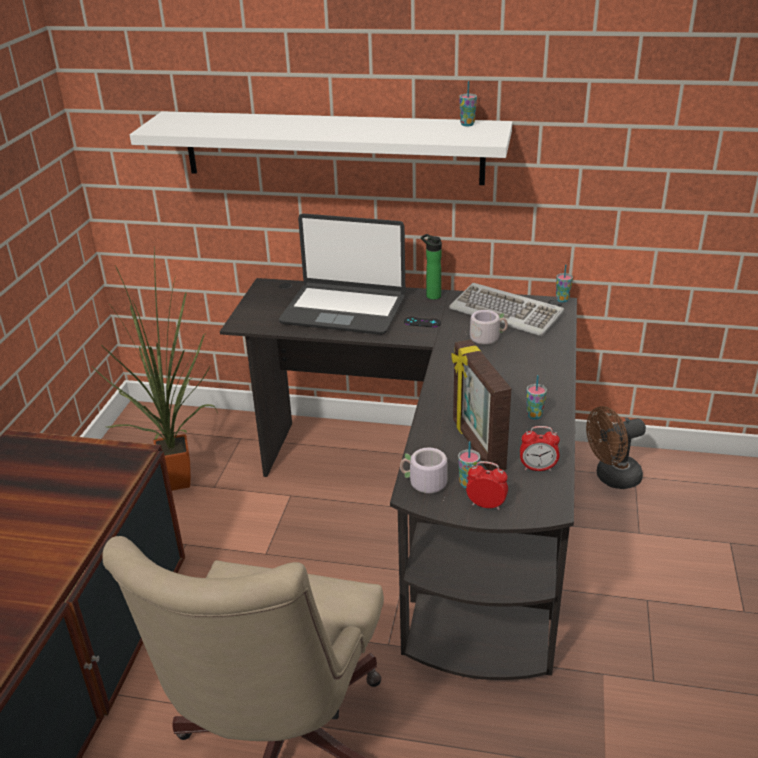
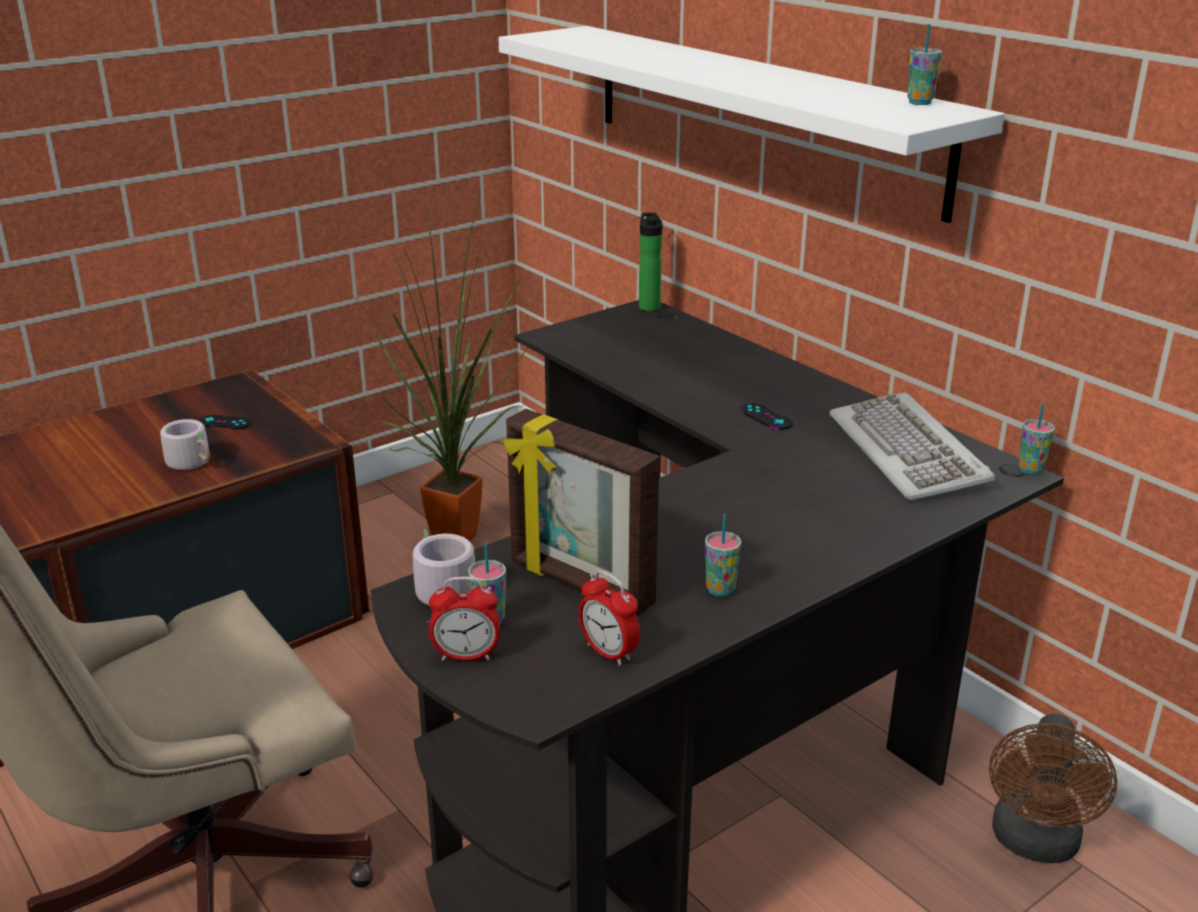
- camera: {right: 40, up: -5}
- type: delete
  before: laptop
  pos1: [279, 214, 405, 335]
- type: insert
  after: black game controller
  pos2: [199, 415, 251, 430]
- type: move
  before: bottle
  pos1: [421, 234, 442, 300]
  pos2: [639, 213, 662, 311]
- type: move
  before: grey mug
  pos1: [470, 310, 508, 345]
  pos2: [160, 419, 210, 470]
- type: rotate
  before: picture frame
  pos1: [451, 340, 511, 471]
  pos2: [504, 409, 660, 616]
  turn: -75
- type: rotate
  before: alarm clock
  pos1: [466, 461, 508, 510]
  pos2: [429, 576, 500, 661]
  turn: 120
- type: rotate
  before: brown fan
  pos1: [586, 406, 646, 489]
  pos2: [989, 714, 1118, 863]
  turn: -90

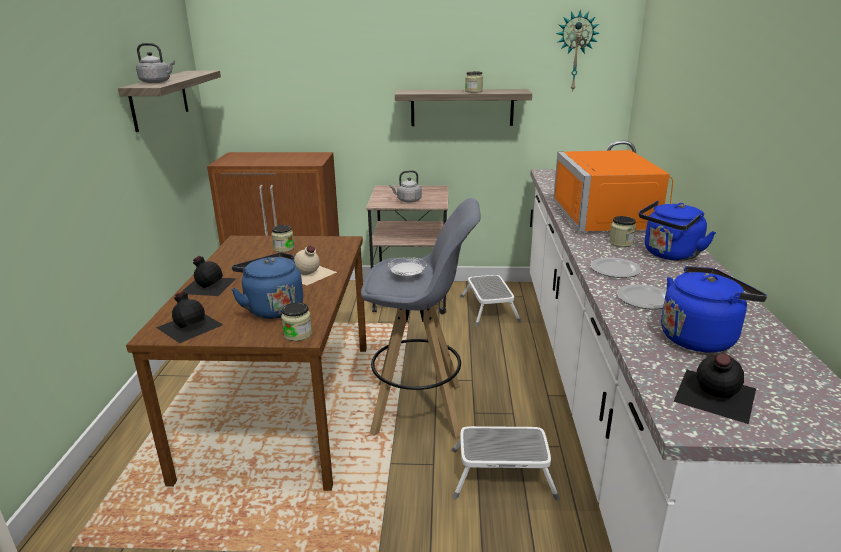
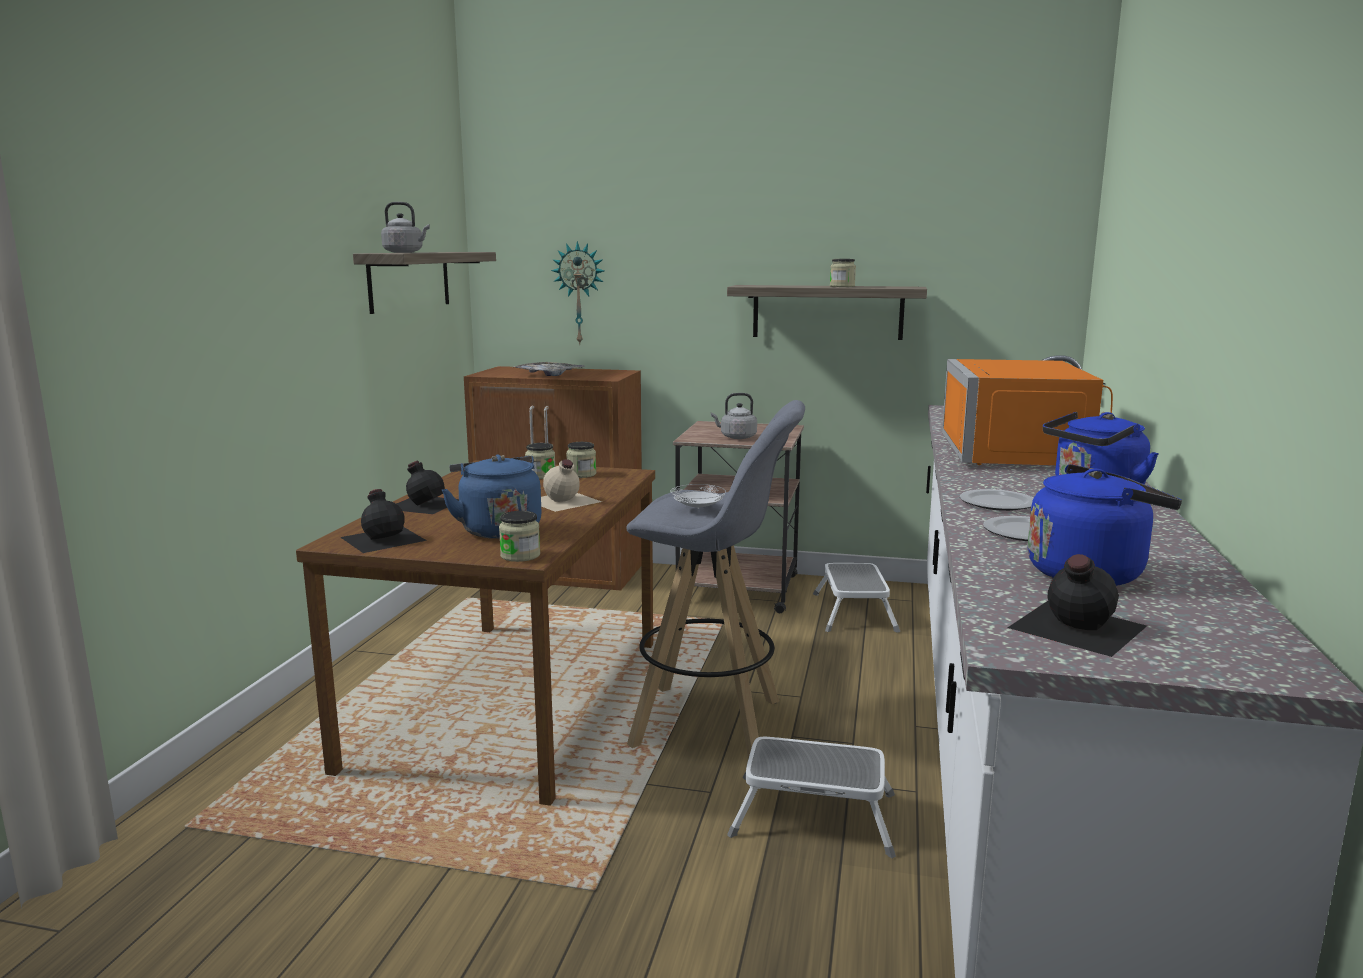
- camera: {right: 10, up: -10}
- type: insert
  after: tray
  pos2: [512, 362, 585, 376]
- type: move
  before: wall clock
  pos1: [556, 9, 599, 92]
  pos2: [551, 241, 604, 344]
- type: move
  before: jar
  pos1: [609, 216, 636, 247]
  pos2: [566, 442, 596, 478]

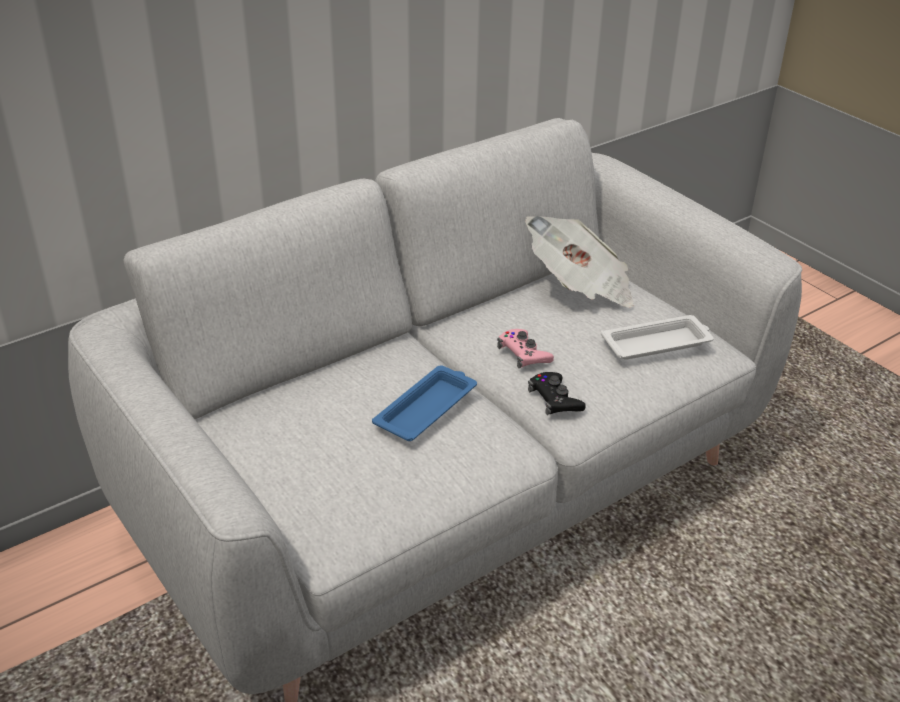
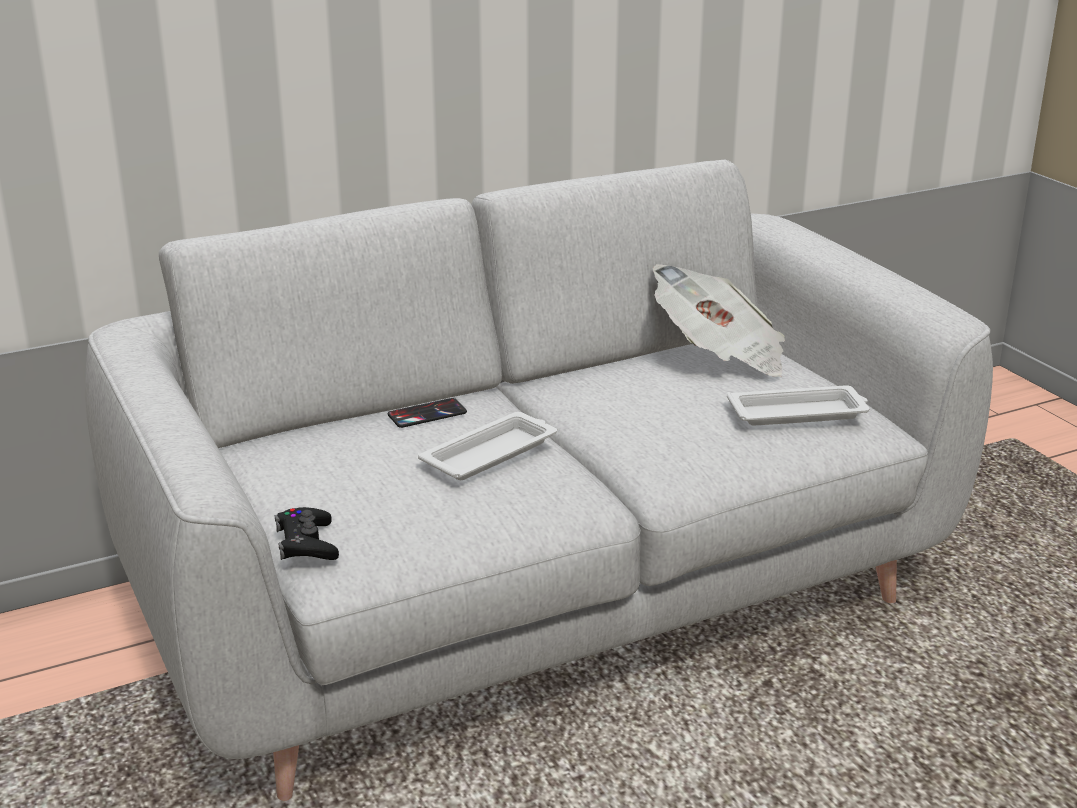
- camera: {right: 10, up: -10}
- type: delete
  before: pink game controller
  pos1: [497, 329, 554, 369]
- type: insert
  after: phone
  pos2: [388, 398, 467, 428]
- type: move
  before: black game controller
  pos1: [528, 372, 586, 415]
  pos2: [275, 507, 339, 560]
- type: recolor
  before: blue tray
  after: white tray
  pos1: [372, 365, 477, 441]
  pos2: [418, 412, 557, 480]

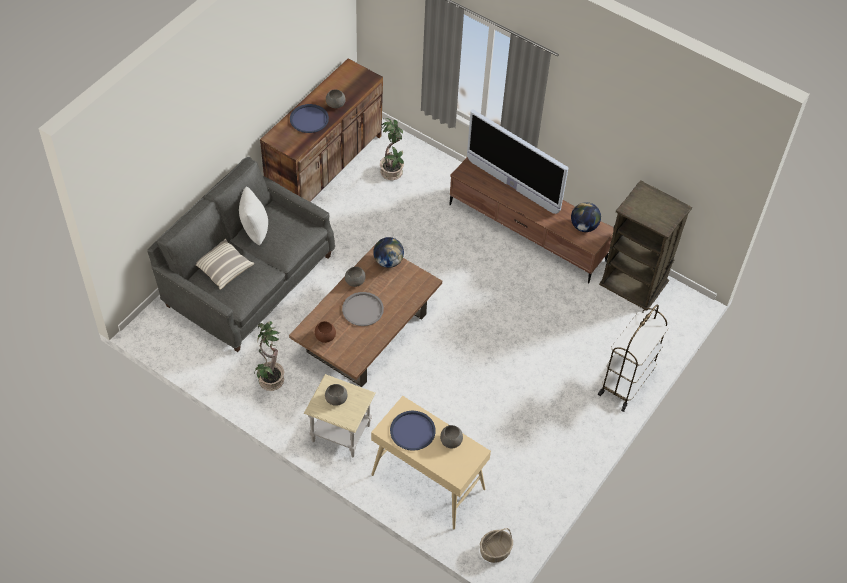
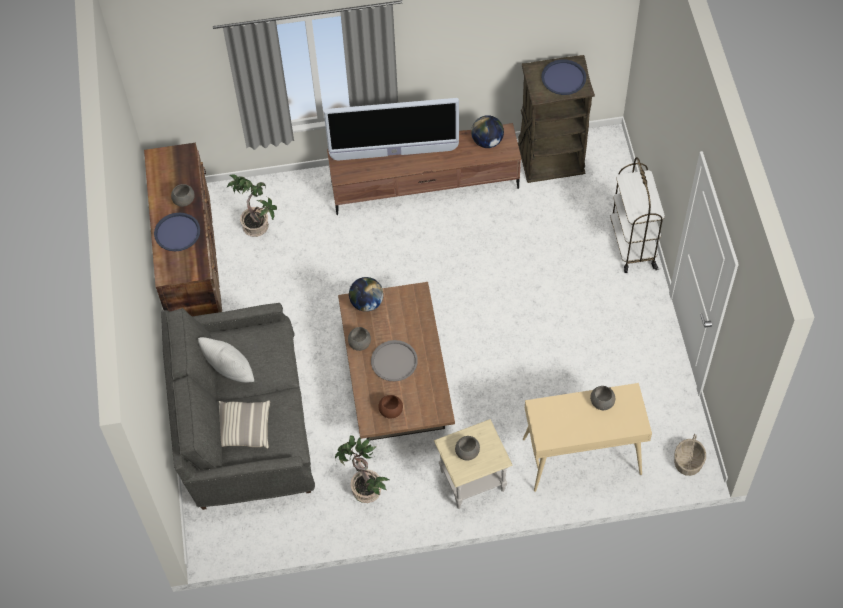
- camera: {right: -40, up: 5}
- type: move
  before: blue tray
  pos1: [390, 411, 436, 451]
  pos2: [541, 59, 586, 95]

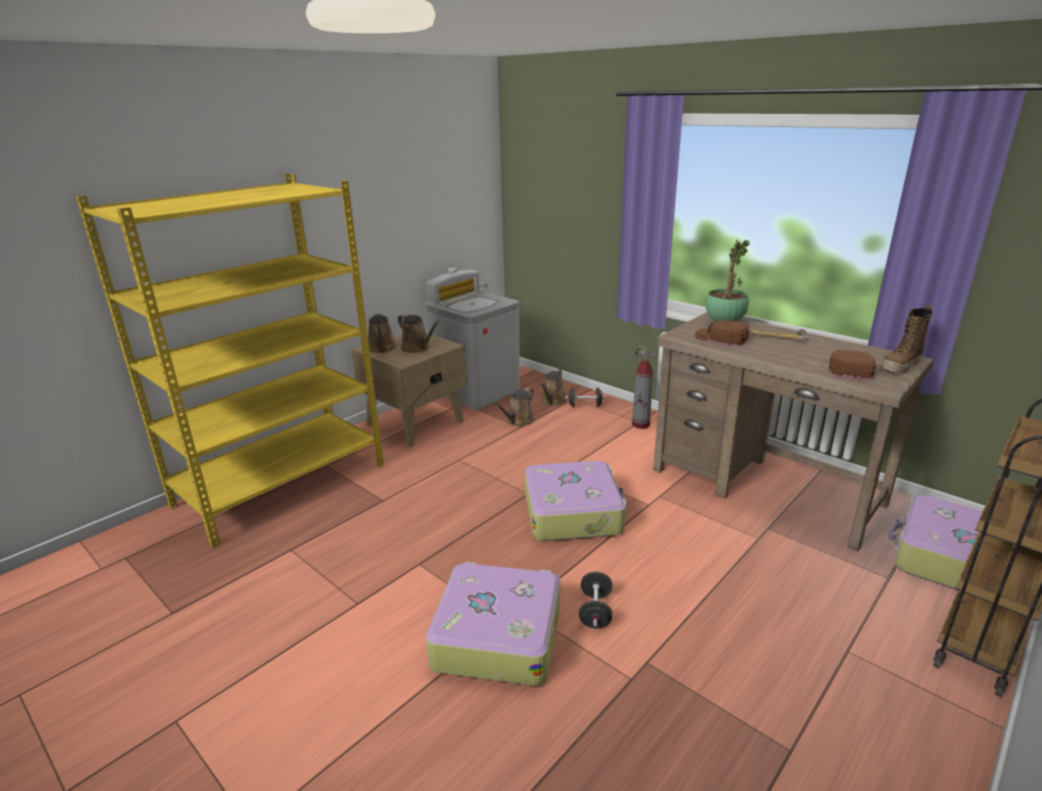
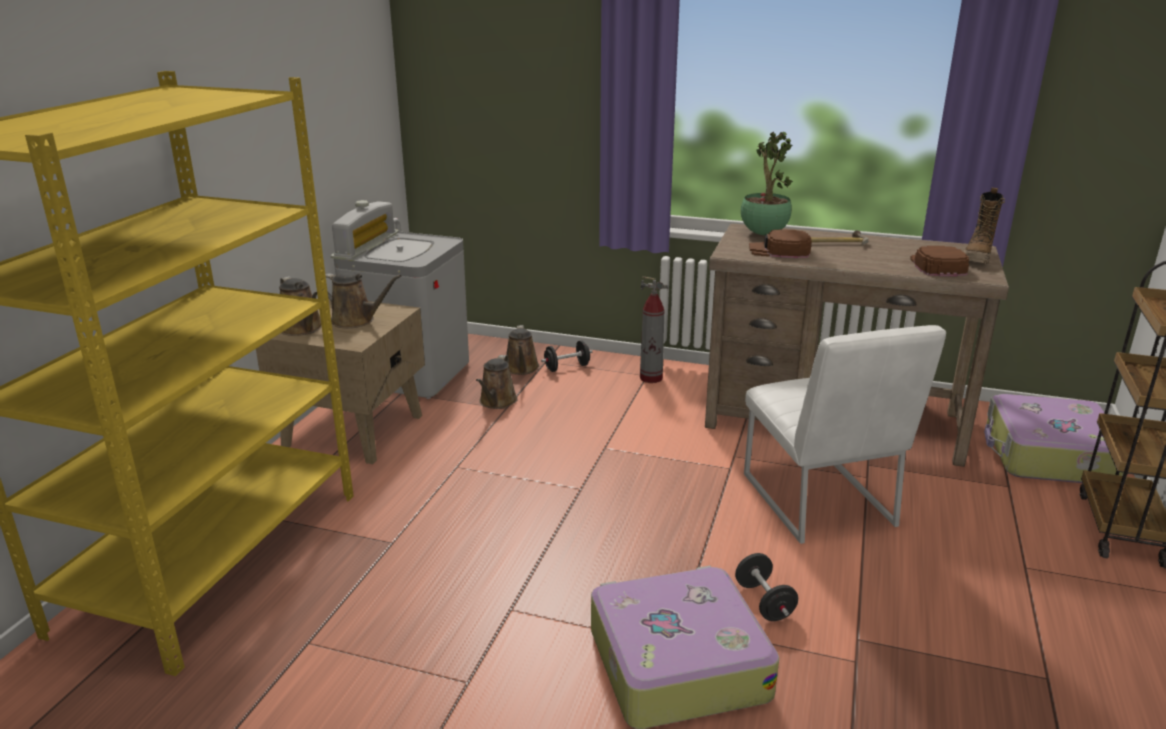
- camera: {right: -25, up: 0}
- type: delete
  before: suitcase
  pos1: [525, 461, 627, 541]
- type: insert
  after: white chair
  pos2: [744, 325, 946, 544]

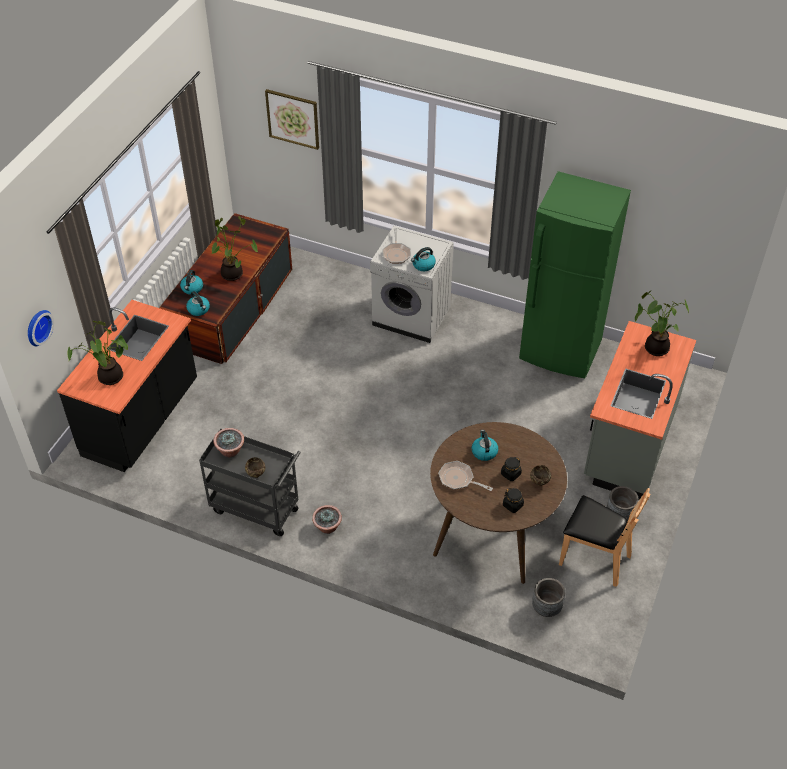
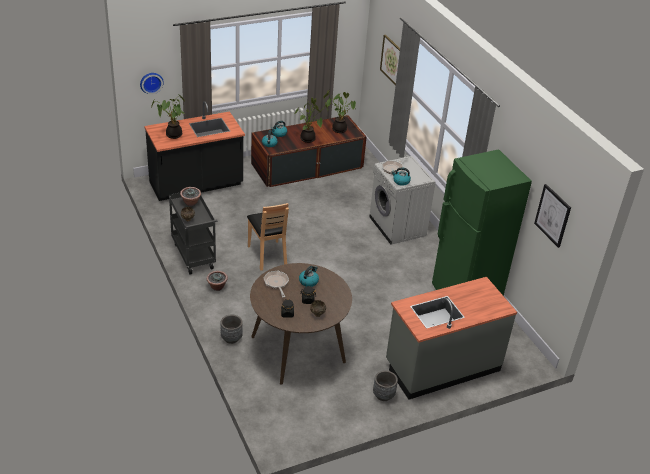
- camera: {right: 40, up: -10}
- type: insert
  after: picture
  pos2: [534, 184, 571, 248]
- type: move
  before: grey planter
  pos1: [532, 578, 565, 617]
  pos2: [221, 315, 243, 344]
- type: move
  before: brown chair
  pos1: [559, 488, 650, 587]
  pos2: [247, 203, 289, 271]
- type: move
  before: potted plant
  pos1: [635, 290, 689, 356]
  pos2: [323, 90, 356, 133]

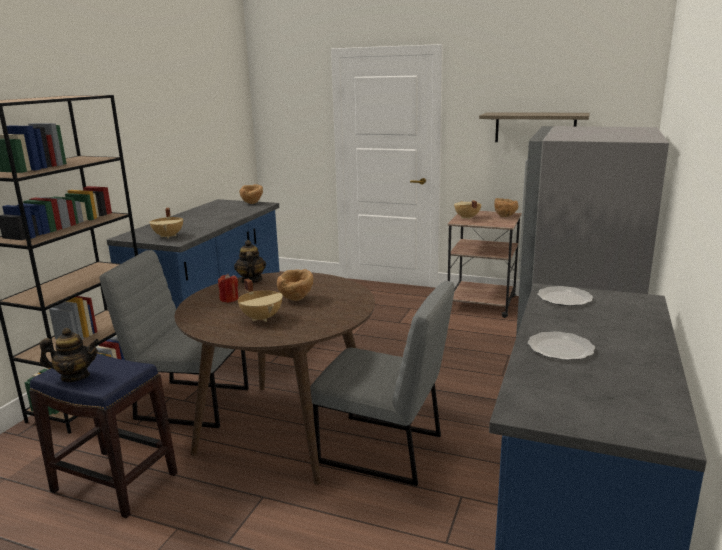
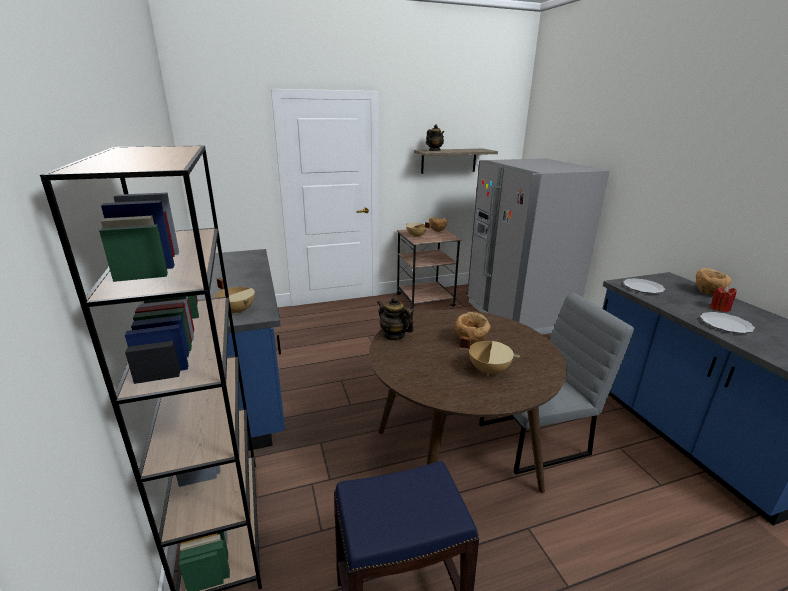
- camera: {right: -40, up: 5}
- type: delete
  before: grey chair
  pos1: [99, 250, 249, 428]
- type: move
  before: teapot
  pos1: [40, 328, 99, 382]
  pos2: [426, 124, 444, 151]
- type: move
  before: red candle
  pos1: [218, 274, 238, 303]
  pos2: [710, 286, 737, 312]
- type: move
  before: brown bowl
  pos1: [239, 184, 263, 204]
  pos2: [696, 268, 731, 295]

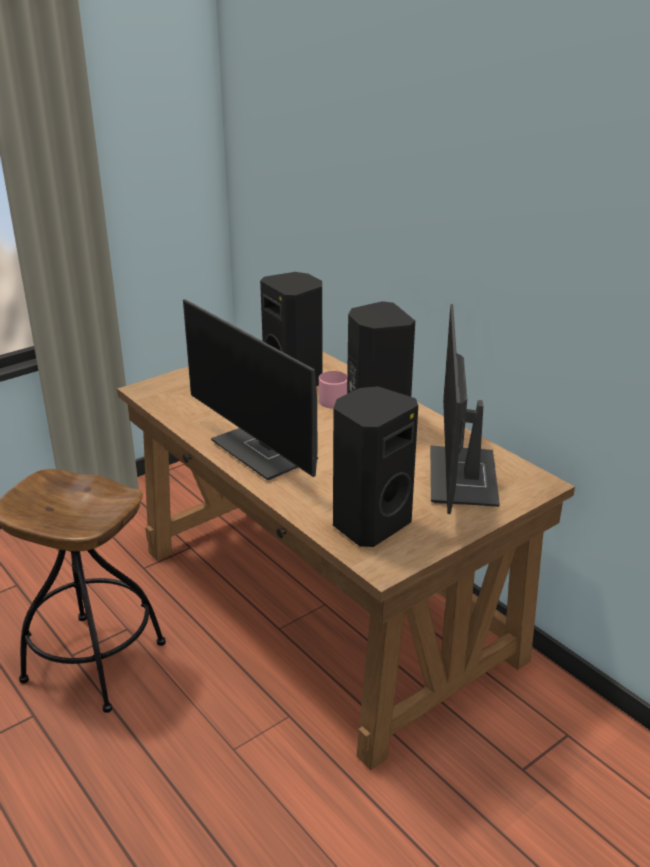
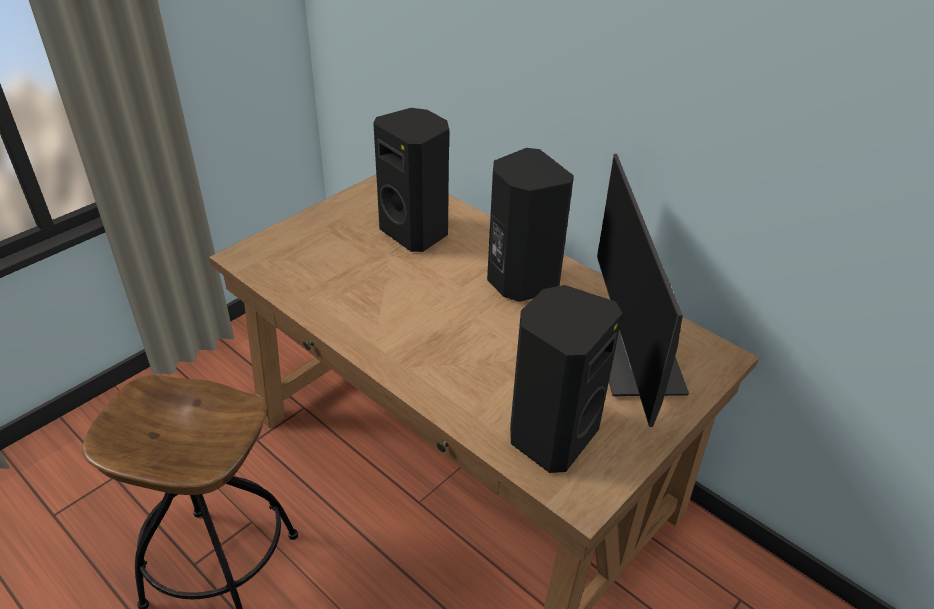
- camera: {right: -10, up: 10}
- type: delete
  before: monitor
  pos1: [183, 299, 318, 480]
- type: delete
  before: pink mug
  pos1: [319, 371, 347, 408]

